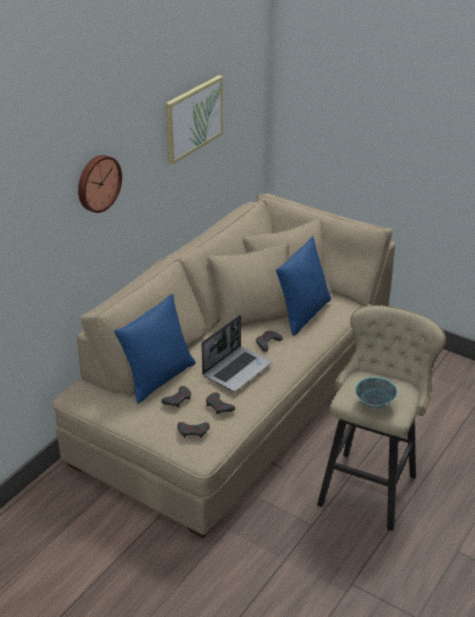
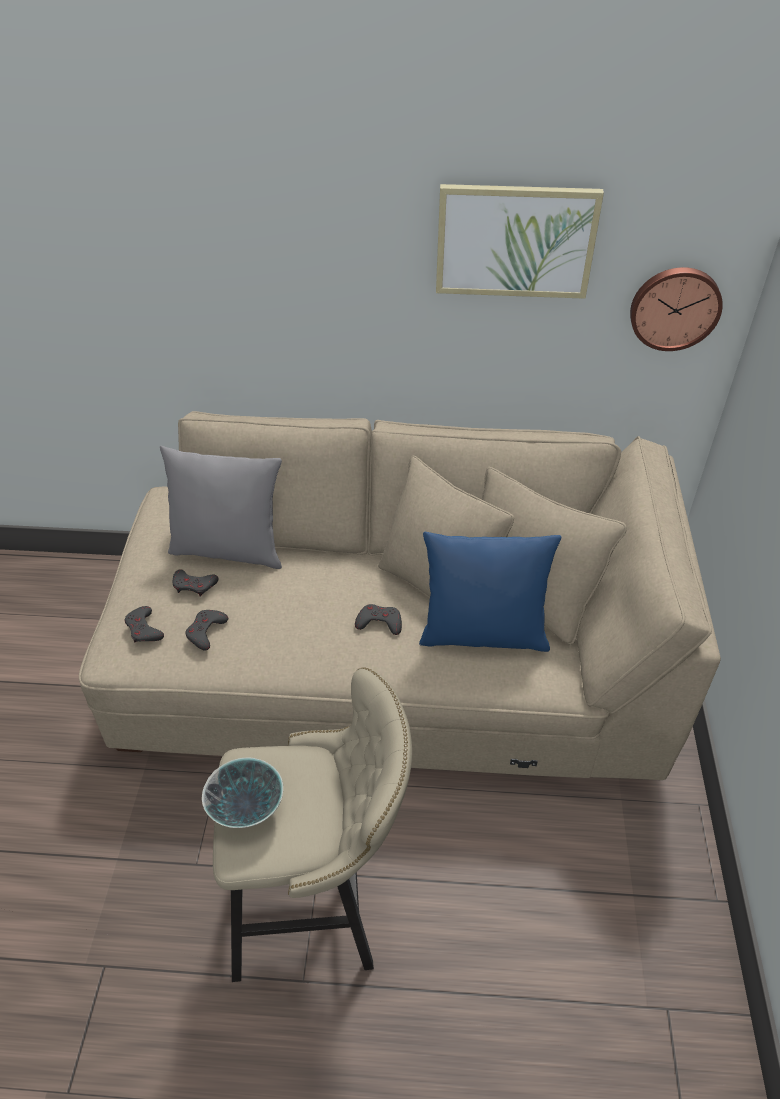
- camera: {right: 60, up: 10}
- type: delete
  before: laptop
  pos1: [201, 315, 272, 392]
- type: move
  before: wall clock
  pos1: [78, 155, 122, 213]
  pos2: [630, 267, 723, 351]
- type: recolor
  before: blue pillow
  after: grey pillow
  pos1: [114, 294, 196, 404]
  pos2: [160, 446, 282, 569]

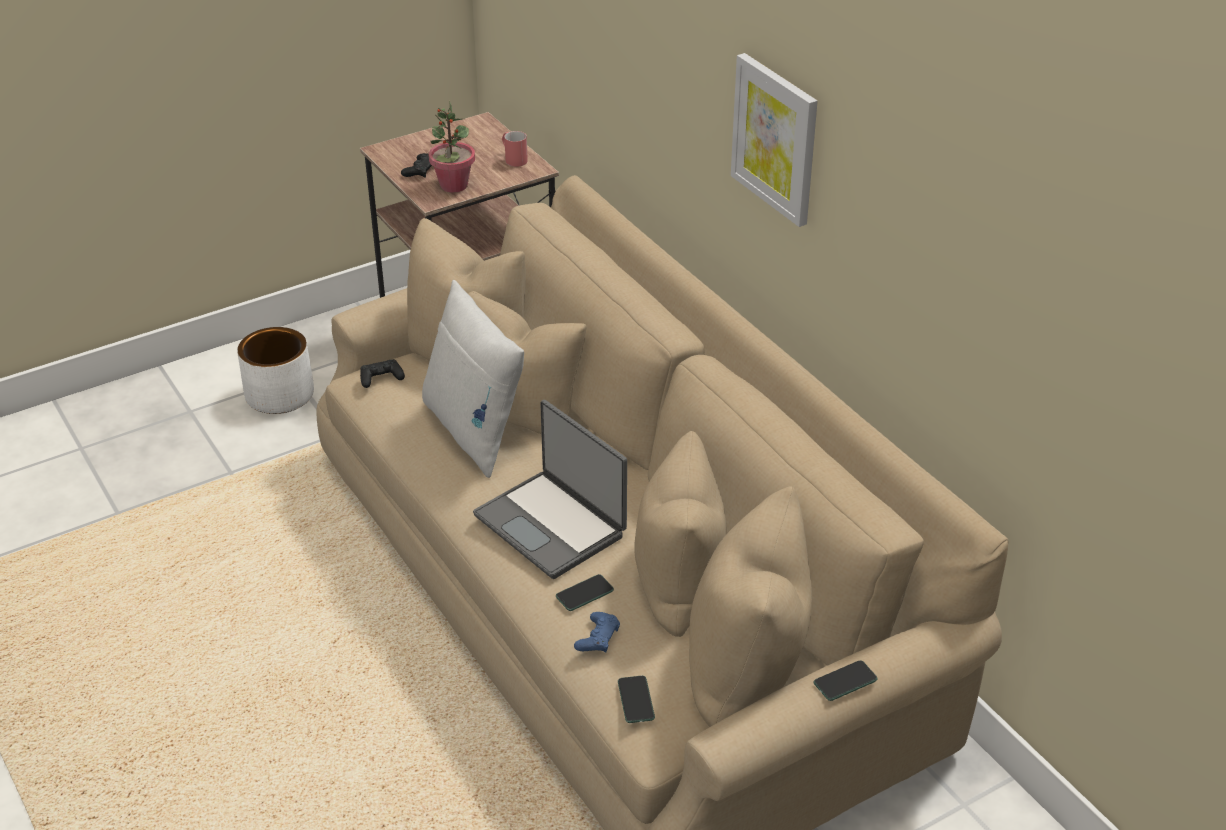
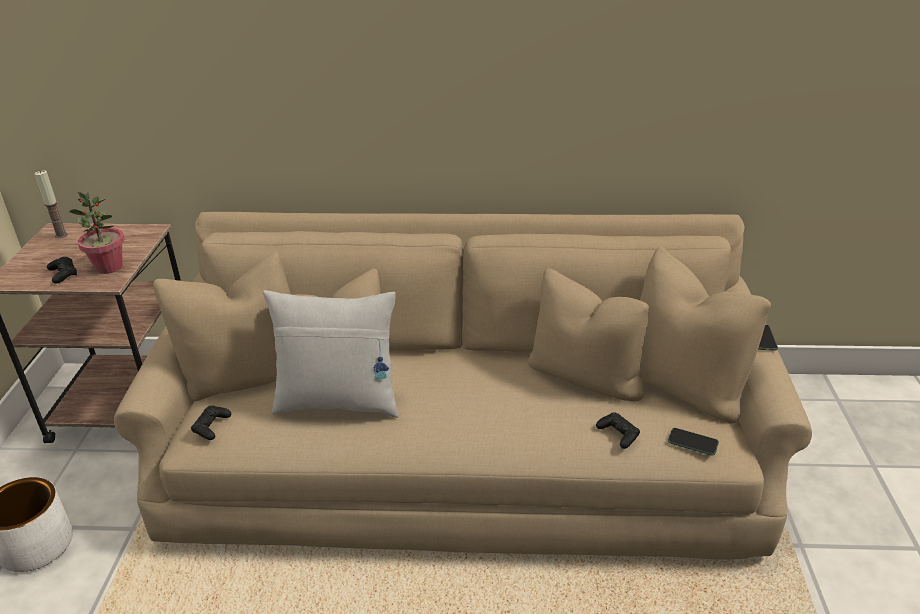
- camera: {right: -55, up: -5}
- type: delete
  before: laptop
  pos1: [473, 400, 627, 579]
- type: delete
  before: red mug
  pos1: [502, 131, 528, 167]
- type: delete
  before: phone
  pos1: [556, 574, 614, 611]
- type: delete
  before: picture
  pos1: [731, 53, 818, 227]
- type: insert
  after: candle
  pos2: [35, 171, 68, 238]
- type: recolor
  before: blue game controller
  after: black game controller
  pos1: [574, 612, 620, 652]
  pos2: [596, 412, 640, 449]

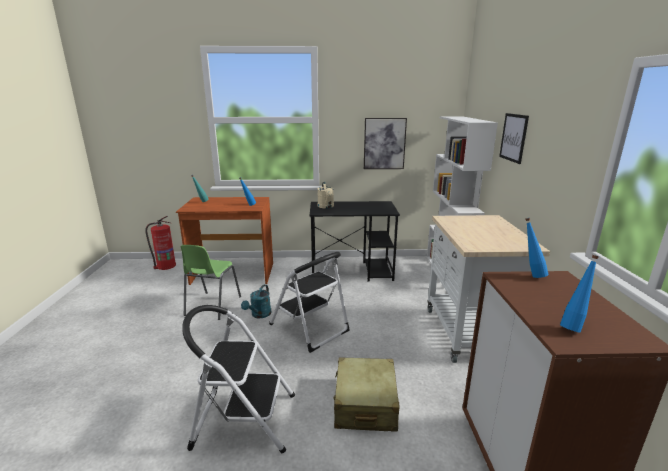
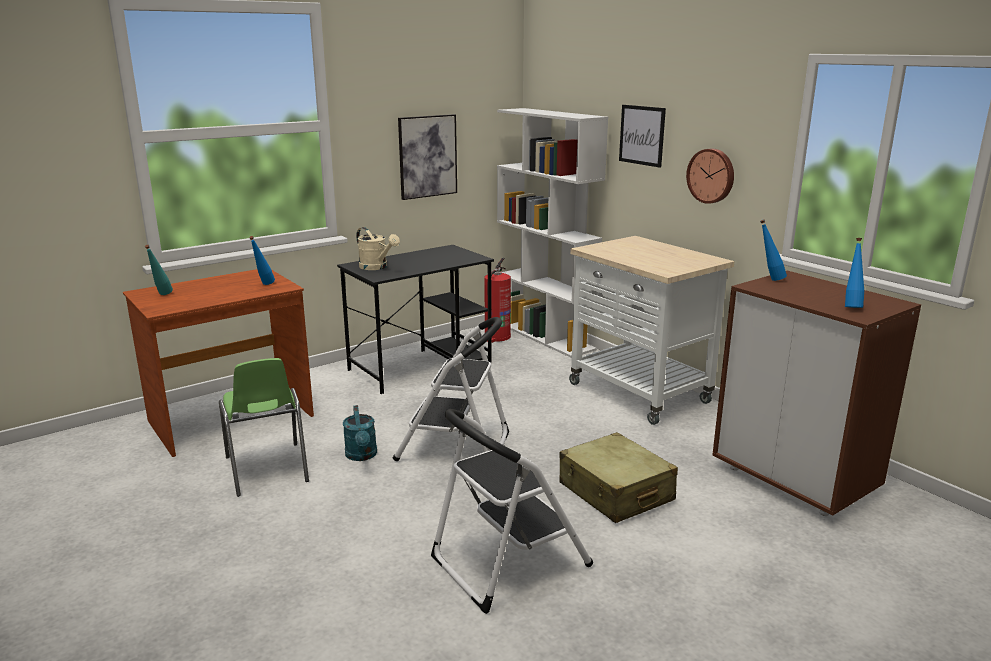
- camera: {right: -35, up: 0}
- type: insert
  after: wall clock
  pos2: [686, 148, 734, 204]
- type: move
  before: fire extinguisher
  pos1: [145, 216, 176, 270]
  pos2: [484, 258, 511, 343]

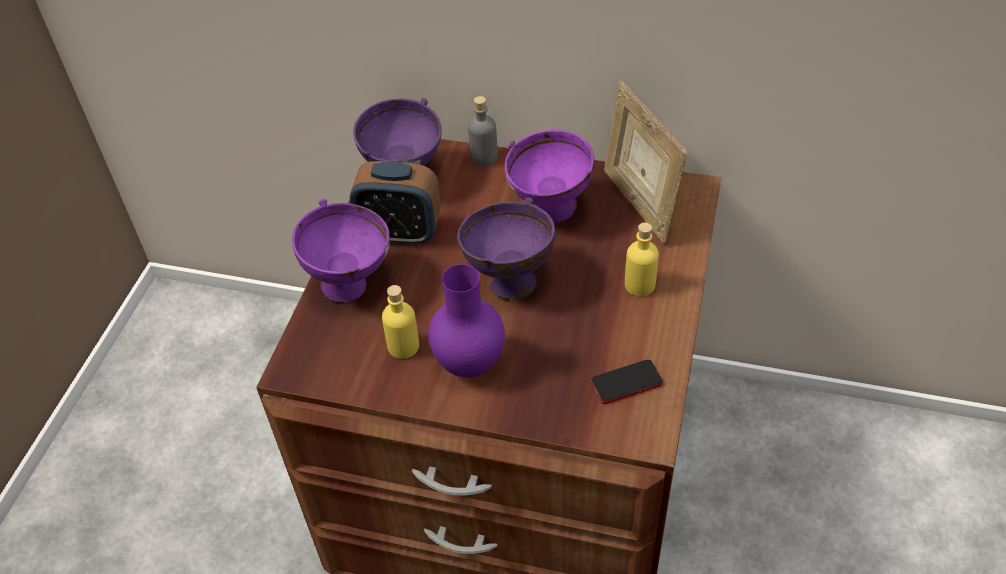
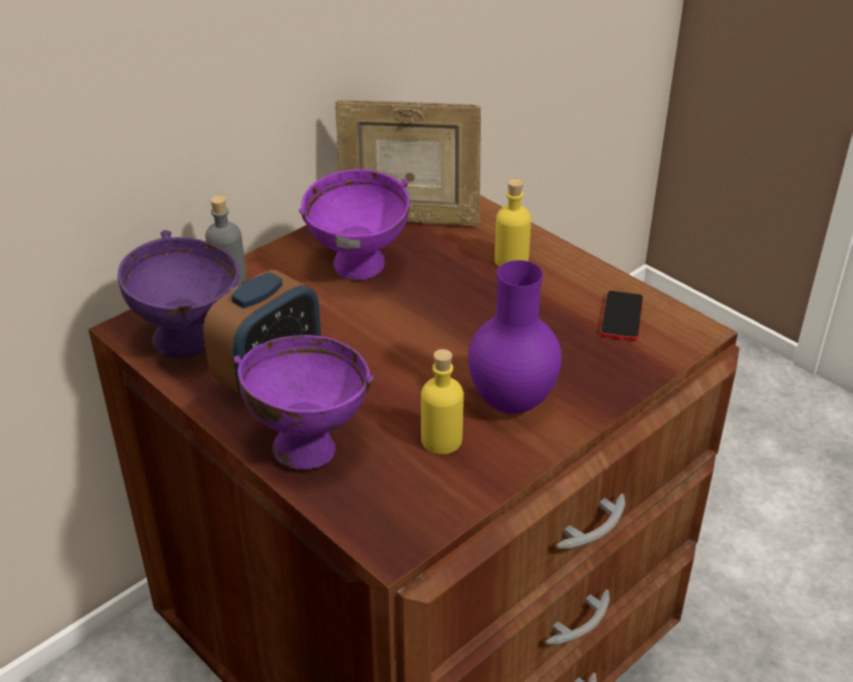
- camera: {right: -60, up: -10}
- type: delete
  before: purple bowl
  pos1: [457, 197, 555, 299]

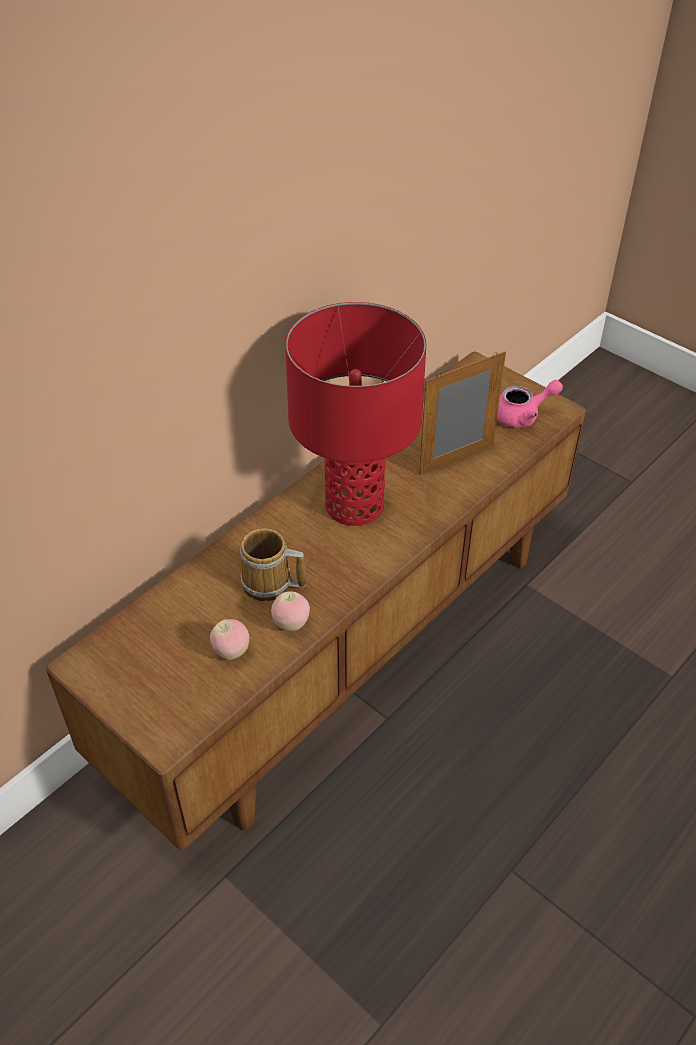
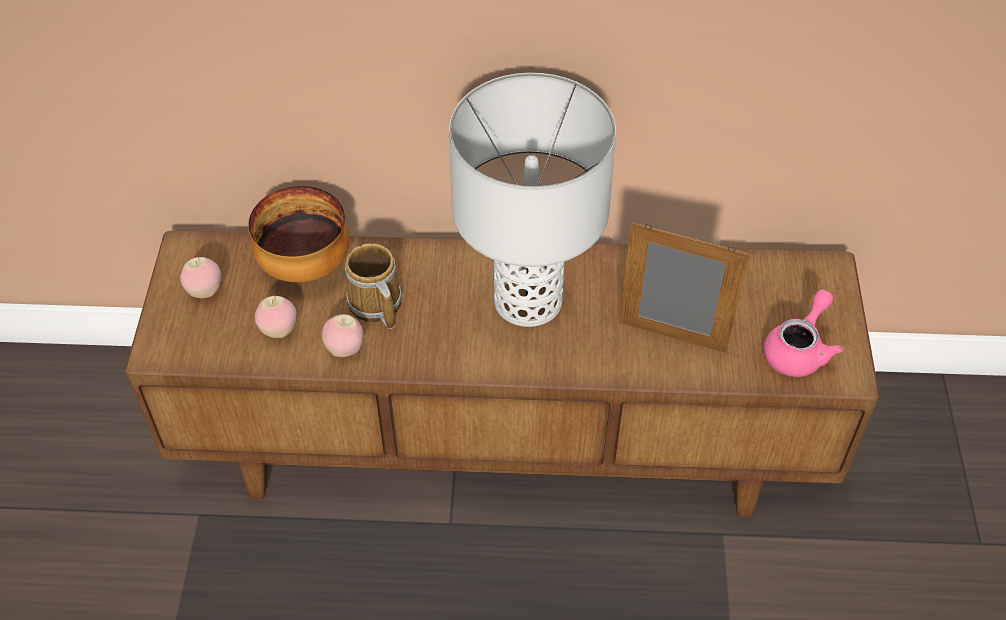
- camera: {right: 50, up: 5}
- type: insert
  after: apple
  pos2: [180, 257, 221, 298]
- type: insert
  after: bowl
  pos2: [248, 186, 349, 283]
- type: recolor
  before: red table lamp
  after: white table lamp
  pos1: [285, 302, 426, 526]
  pos2: [449, 73, 616, 327]
- type: rotate
  before: pink teapot
  pos1: [497, 380, 563, 428]
  pos2: [763, 289, 843, 377]
  turn: -90

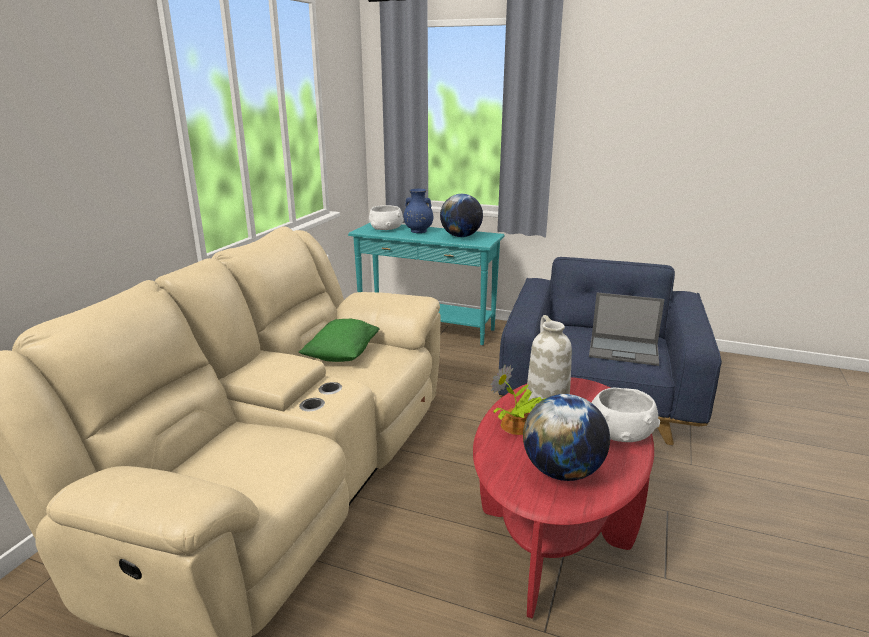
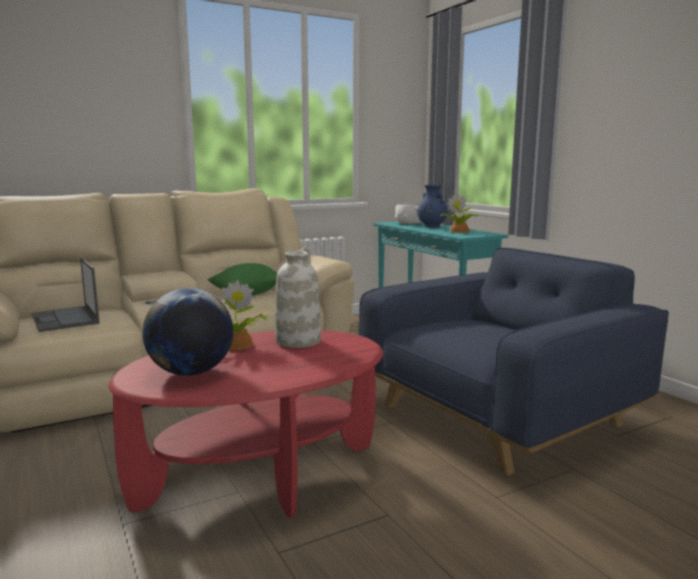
- camera: {right: 40, up: -10}
- type: delete
  before: white bowl
  pos1: [591, 388, 660, 442]
- type: move
  before: laptop
  pos1: [589, 292, 665, 366]
  pos2: [31, 258, 99, 332]
- type: replace
  before: globe
  after: potted plant
  pos1: [440, 194, 483, 237]
  pos2: [440, 194, 478, 233]

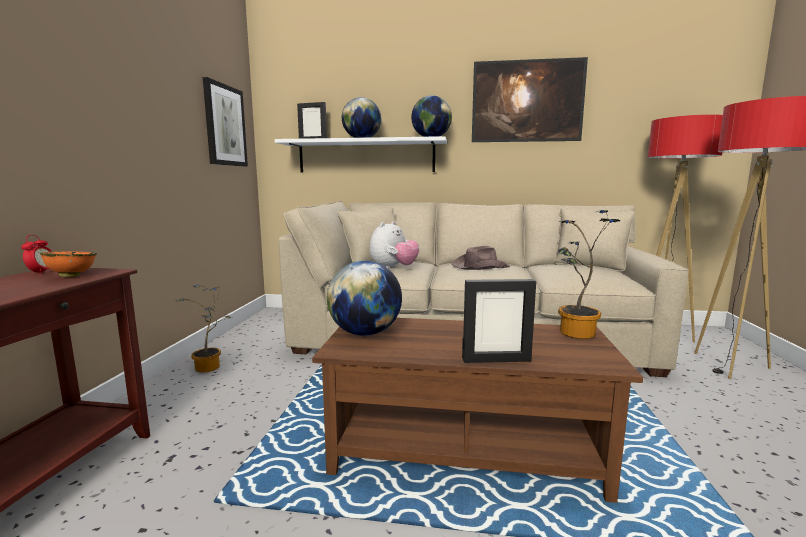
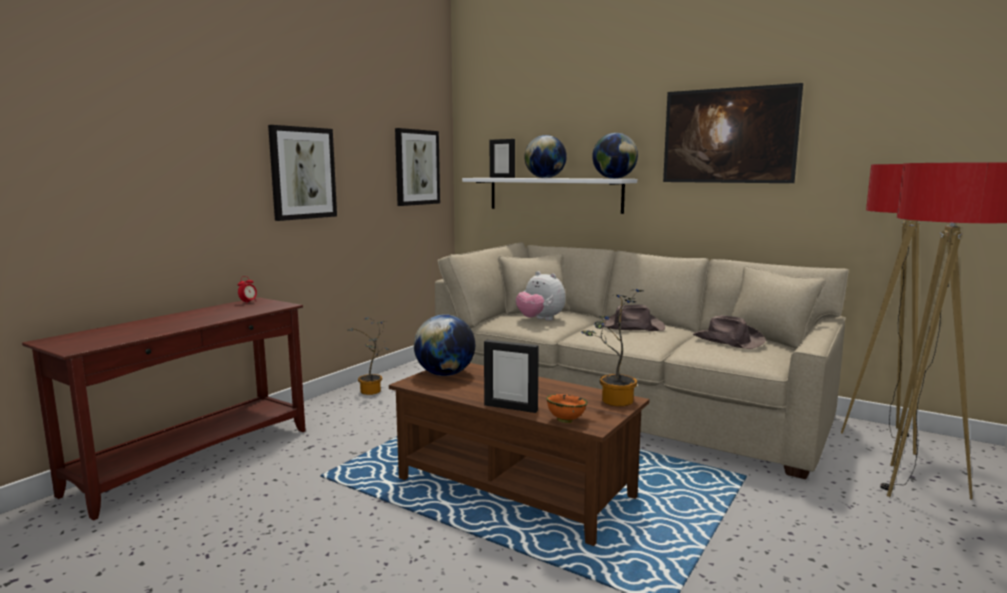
- camera: {right: 25, up: 0}
- type: insert
  after: picture
  pos2: [268, 125, 337, 221]
- type: insert
  after: brown hat
  pos2: [693, 315, 766, 349]
- type: move
  before: orange bowl
  pos1: [40, 251, 97, 277]
  pos2: [546, 394, 588, 423]
- type: rotate
  before: plush toy
  pos1: [370, 221, 419, 269]
  pos2: [516, 271, 566, 321]
  turn: 75

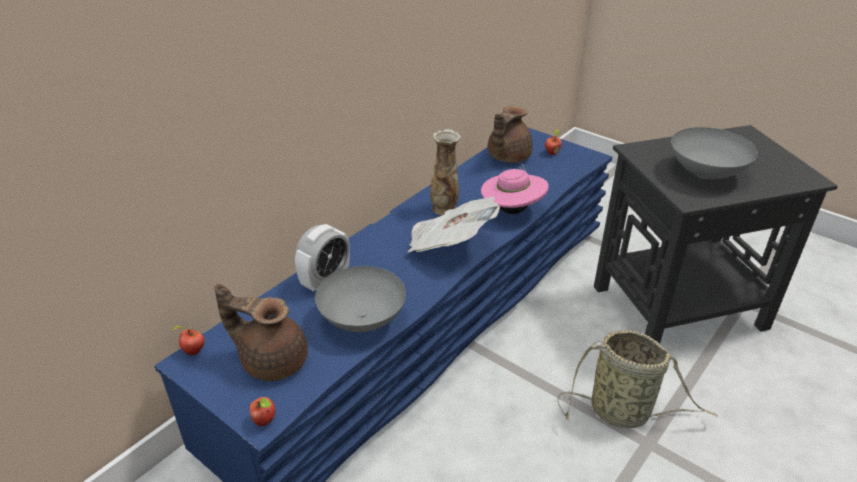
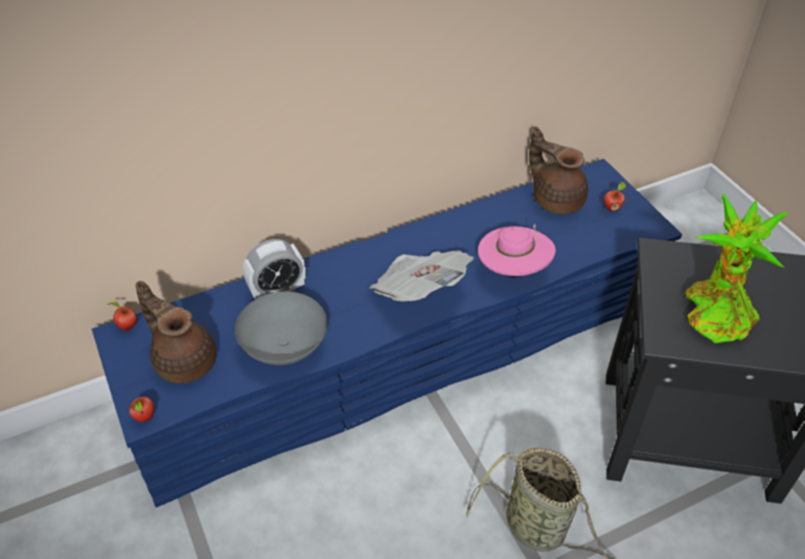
- camera: {right: 25, up: 10}
- type: delete
  before: vase
  pos1: [430, 129, 461, 215]
- type: replace
  before: grey bowl
  after: potted plant
  pos1: [671, 127, 758, 179]
  pos2: [685, 194, 788, 343]
- type: rotate
  before: brown teapot
  pos1: [488, 106, 533, 163]
  pos2: [529, 126, 588, 214]
  turn: 75

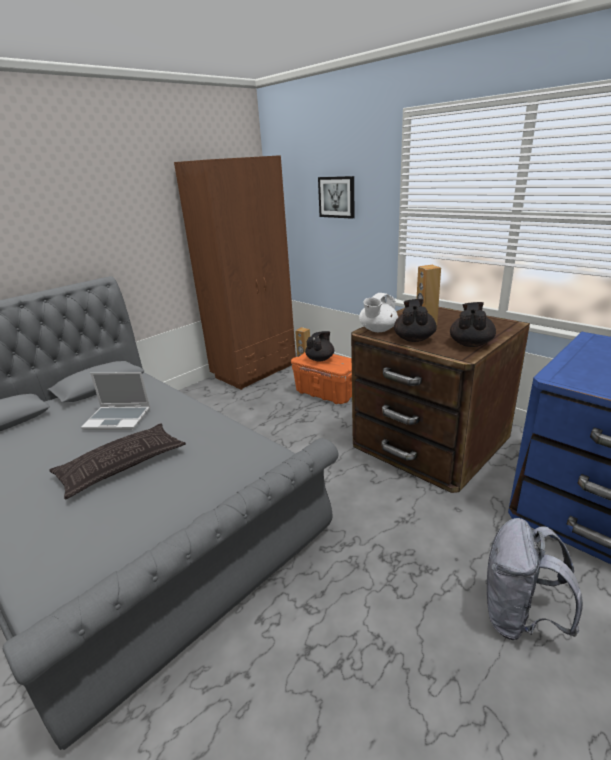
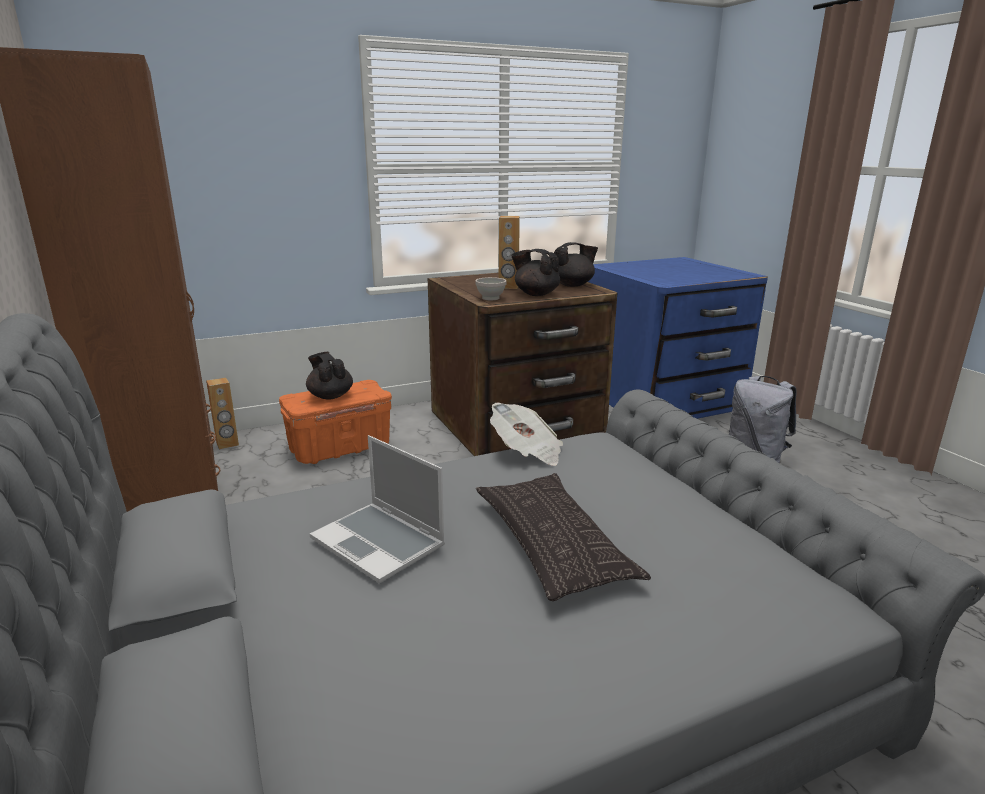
- camera: {right: -70, up: -5}
- type: delete
  before: picture
  pos1: [318, 176, 355, 219]
- type: insert
  after: newspaper
  pos2: [490, 402, 563, 466]
- type: replace
  before: white teapot
  after: white bowl
  pos1: [359, 293, 398, 332]
  pos2: [475, 277, 507, 300]
- type: rotate
  before: laptop
  pos1: [81, 372, 151, 430]
  pos2: [310, 435, 445, 584]
  turn: 105
- type: rotate
  before: black teapot
  pos1: [450, 302, 496, 347]
  pos2: [554, 242, 598, 287]
  turn: 120

